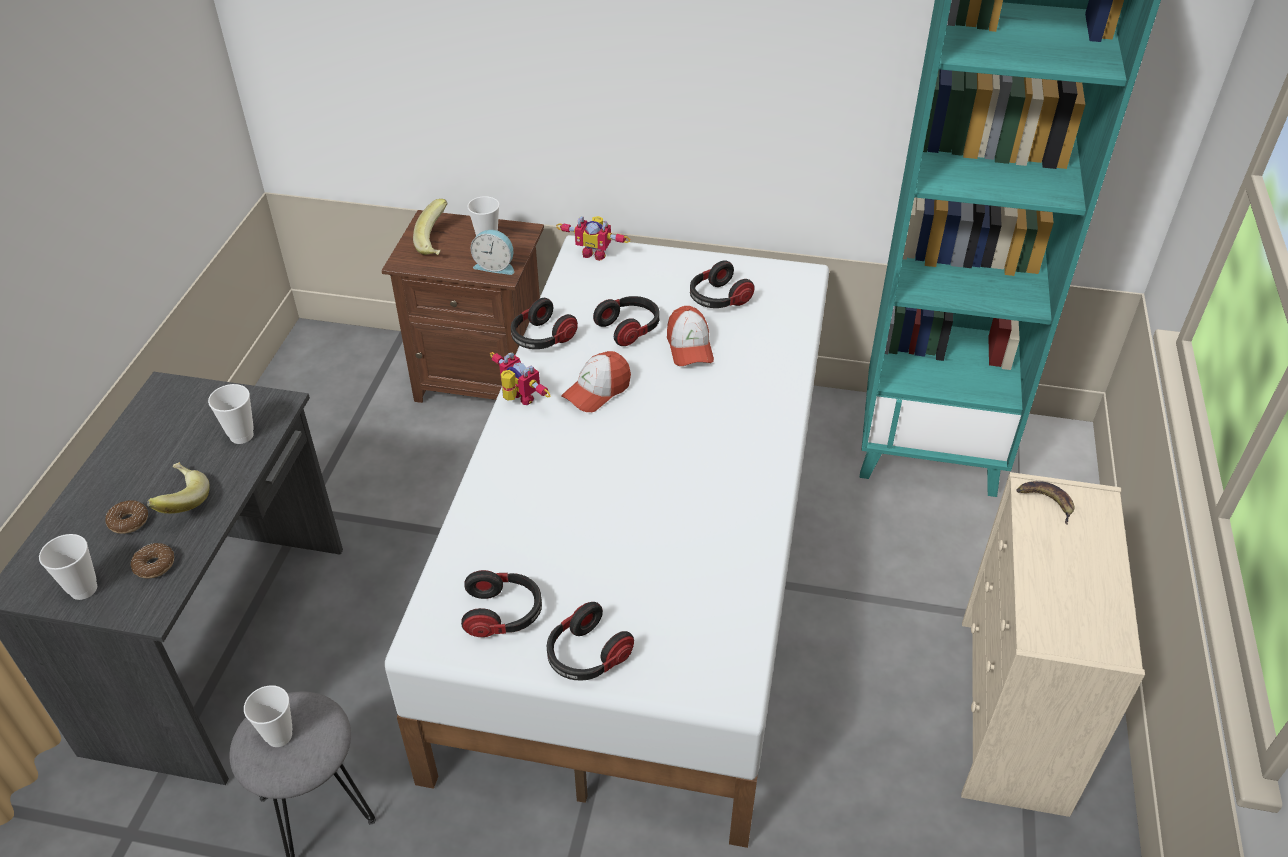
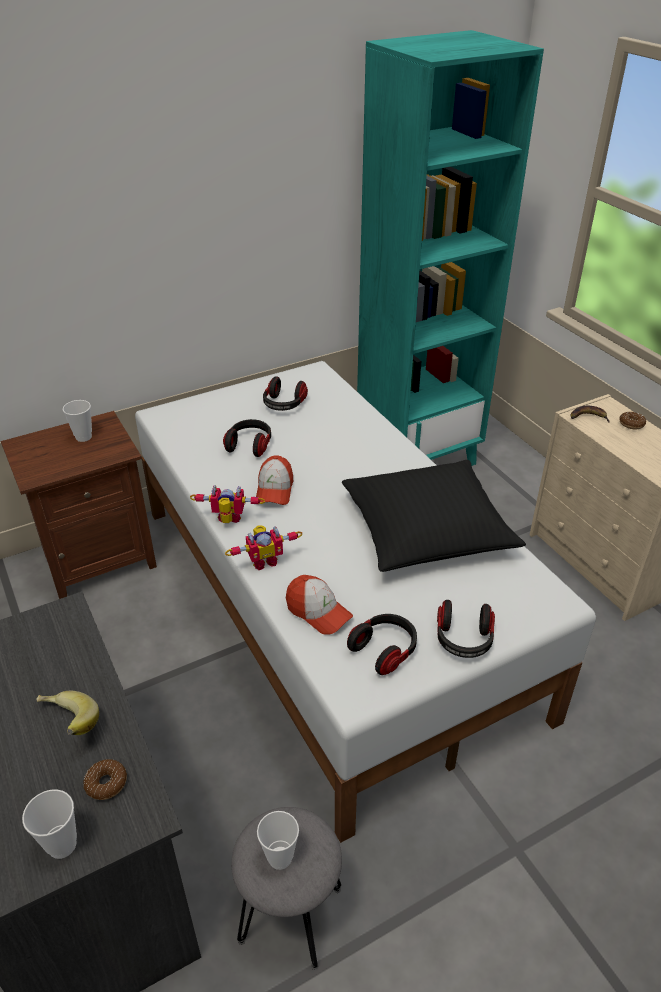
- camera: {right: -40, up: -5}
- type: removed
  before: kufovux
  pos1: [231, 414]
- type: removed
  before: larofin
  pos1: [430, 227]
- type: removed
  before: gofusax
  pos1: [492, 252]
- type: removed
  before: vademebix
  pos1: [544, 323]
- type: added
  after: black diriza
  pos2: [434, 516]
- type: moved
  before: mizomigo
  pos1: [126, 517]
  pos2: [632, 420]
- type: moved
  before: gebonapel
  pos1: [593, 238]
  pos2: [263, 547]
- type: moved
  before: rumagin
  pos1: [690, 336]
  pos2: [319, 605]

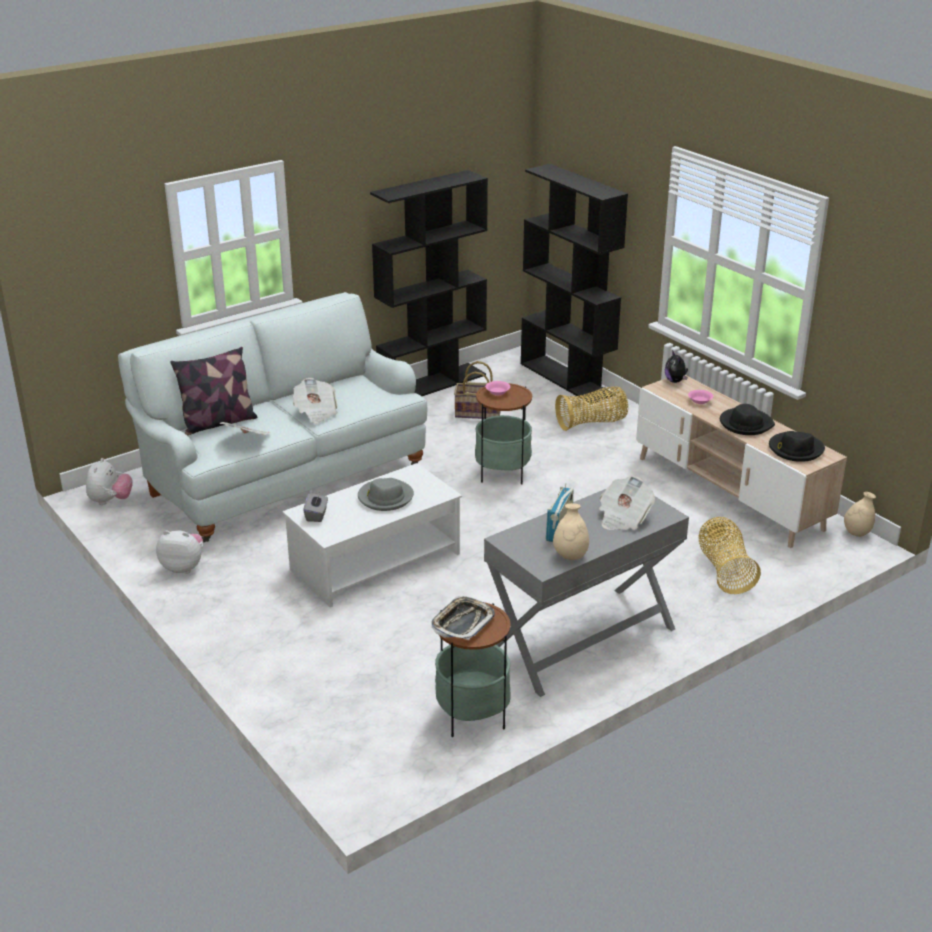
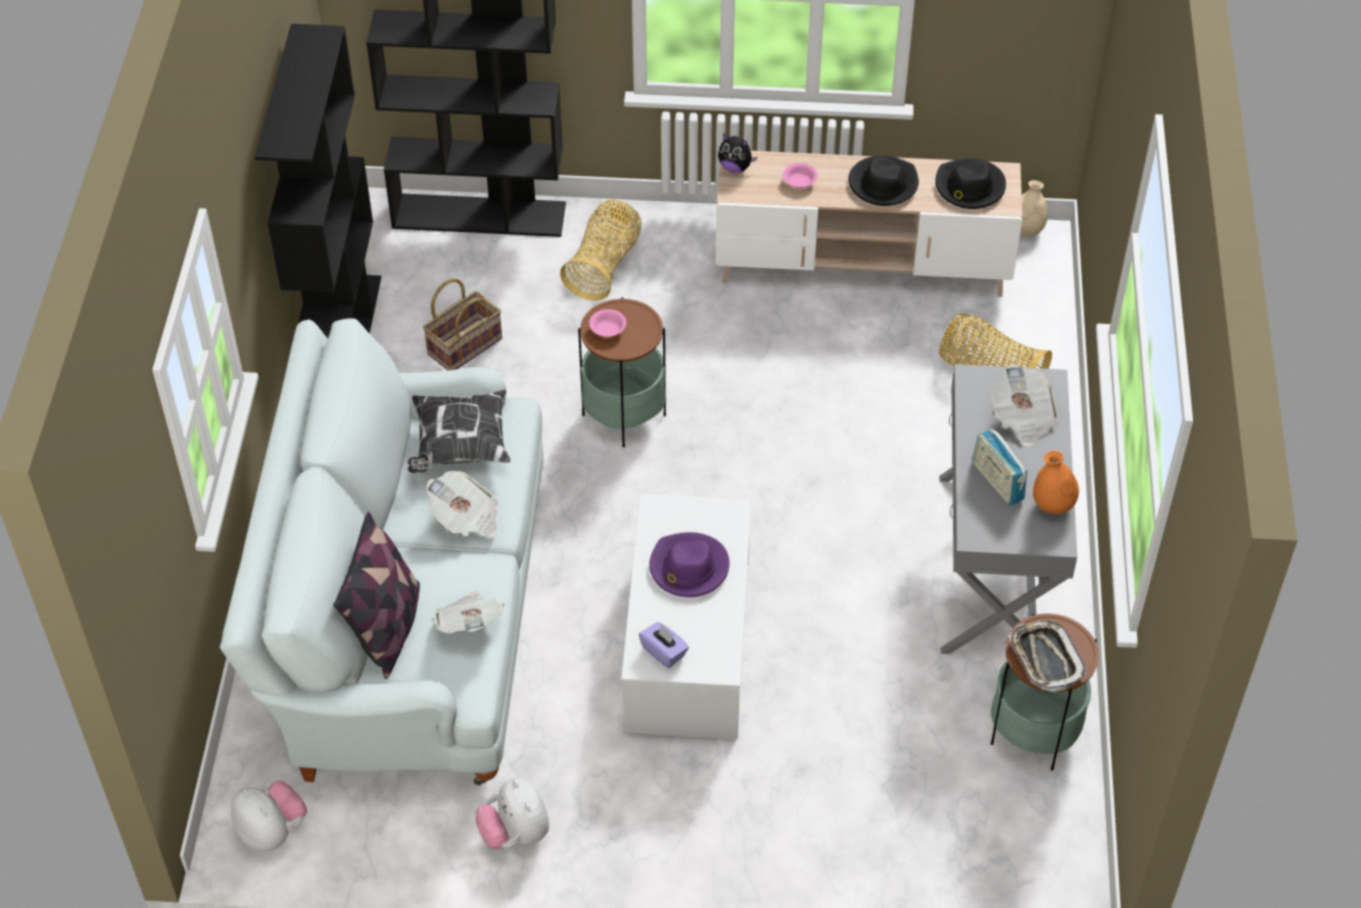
- camera: {right: -50, up: 20}
- type: added
  after: diriza
  pos2: [459, 431]
- type: recoloured
  before: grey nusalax
  after: purple nusalax
  pos1: [315, 507]
  pos2: [664, 645]
- type: recoloured
  before: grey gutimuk
  after: purple gutimuk
  pos1: [386, 494]
  pos2: [689, 564]
- type: recoloured
  before: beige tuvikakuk
  after: orange tuvikakuk
  pos1: [571, 531]
  pos2: [1056, 482]
- type: turned
  before: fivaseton
  pos1: [179, 552]
  pos2: [512, 813]
  turn: -75

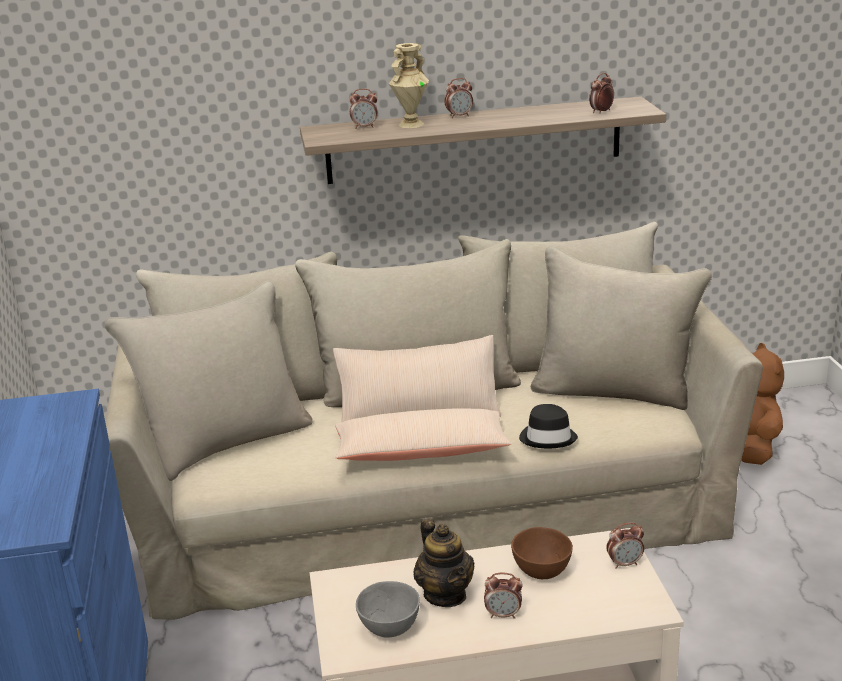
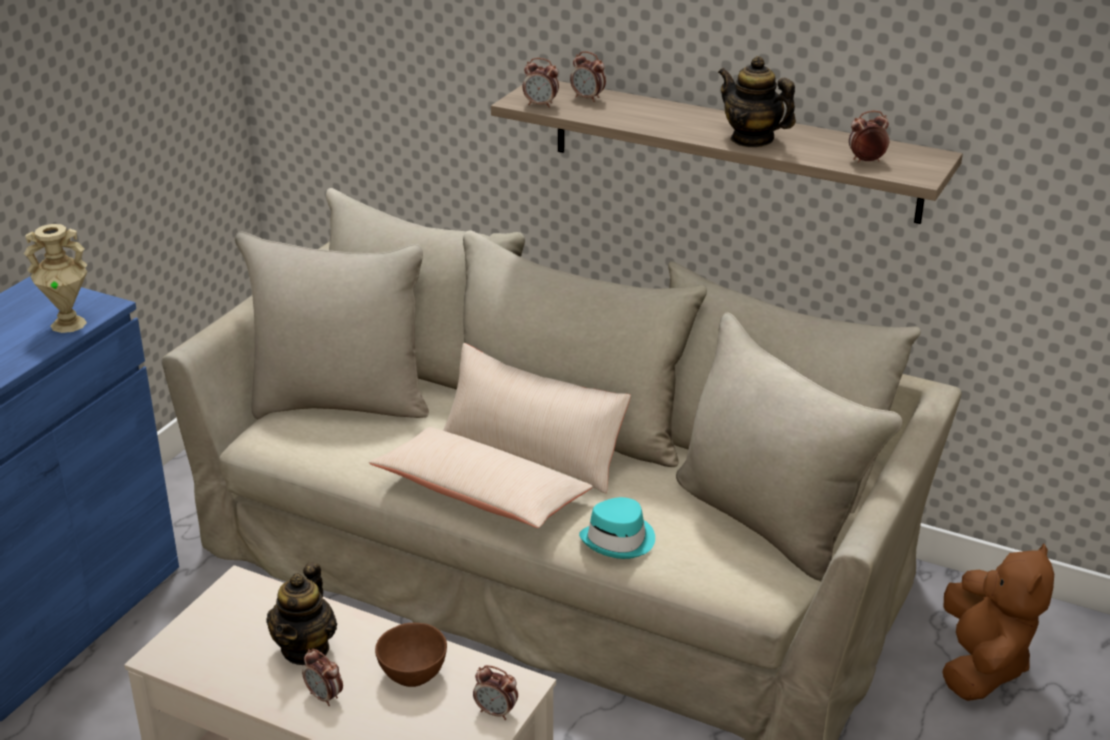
- camera: {right: 35, up: 5}
- type: removed
  before: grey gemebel
  pos1: [388, 609]
- type: added
  after: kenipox
  pos2: [757, 101]
- type: moved
  before: beige tuvikakuk
  pos1: [409, 85]
  pos2: [55, 278]
- type: moved
  before: gofusax
  pos1: [458, 98]
  pos2: [541, 83]
- type: recoloured
  before: black gutimuk
  after: turquoise gutimuk
  pos1: [548, 426]
  pos2: [617, 528]

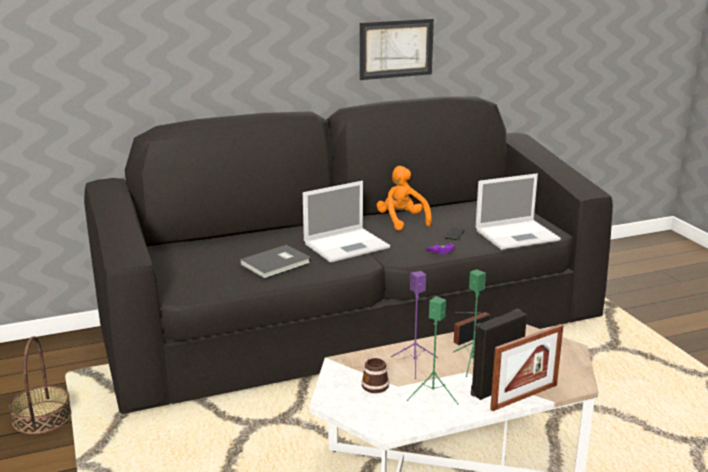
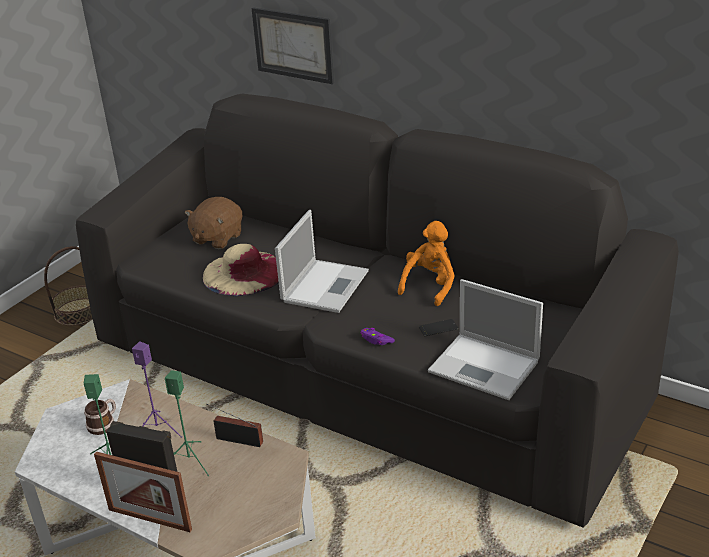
- camera: {right: 55, up: 10}
- type: added
  after: brown fivaseton
  pos2: [213, 223]
- type: moved
  before: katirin
  pos1: [397, 49]
  pos2: [292, 45]
- type: replaced
  before: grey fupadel
  after: beige gutimuk
  pos1: [275, 262]
  pos2: [241, 270]
- type: turned
  before: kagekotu
  pos1: [346, 222]
  pos2: [322, 261]
  turn: -90

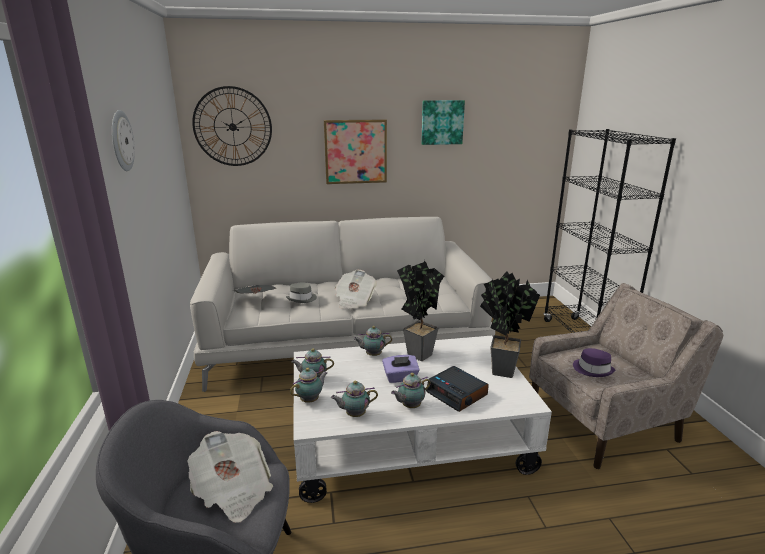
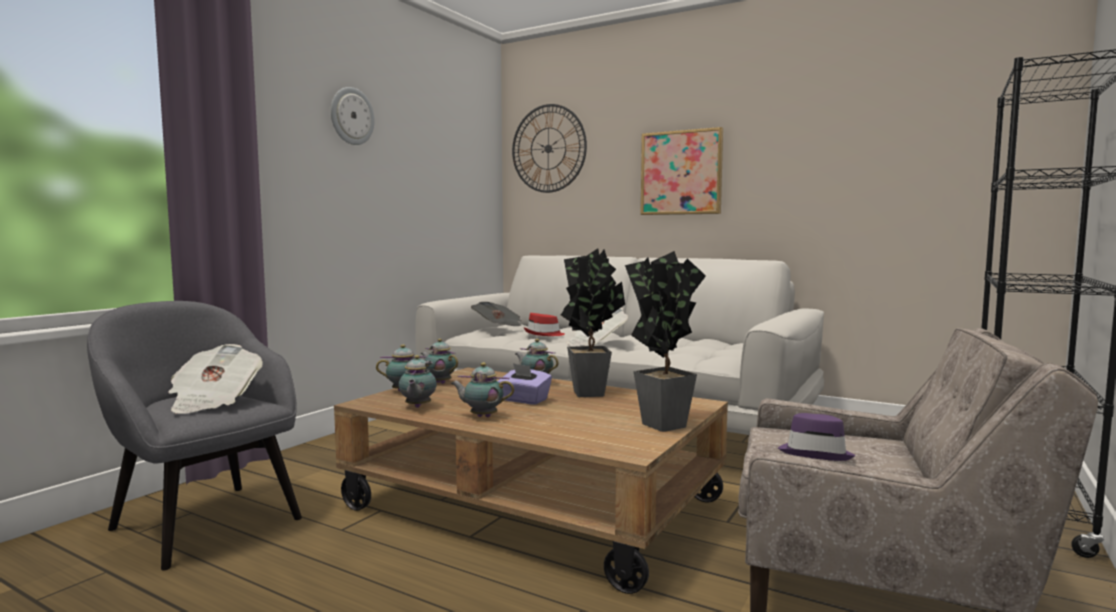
- camera: {right: 40, up: -15}
- type: removed
  before: katirin
  pos1: [443, 122]
- type: removed
  before: gofusax
  pos1: [457, 389]
- type: recoloured
  before: grey gutimuk
  after: red gutimuk
  pos1: [301, 292]
  pos2: [544, 324]
- type: recoloured
  before: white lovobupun
  after: brown lovobupun
  pos1: [423, 419]
  pos2: [531, 480]
- type: turned
  before: kenipox
  pos1: [354, 399]
  pos2: [418, 381]
  turn: -120

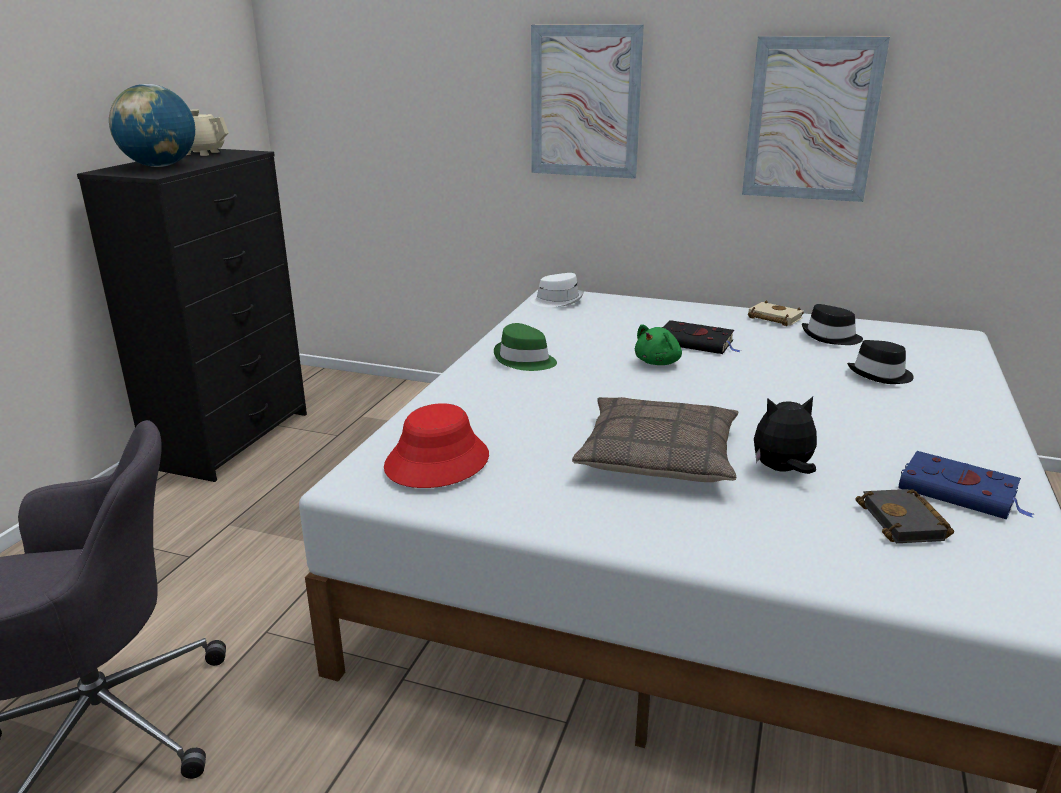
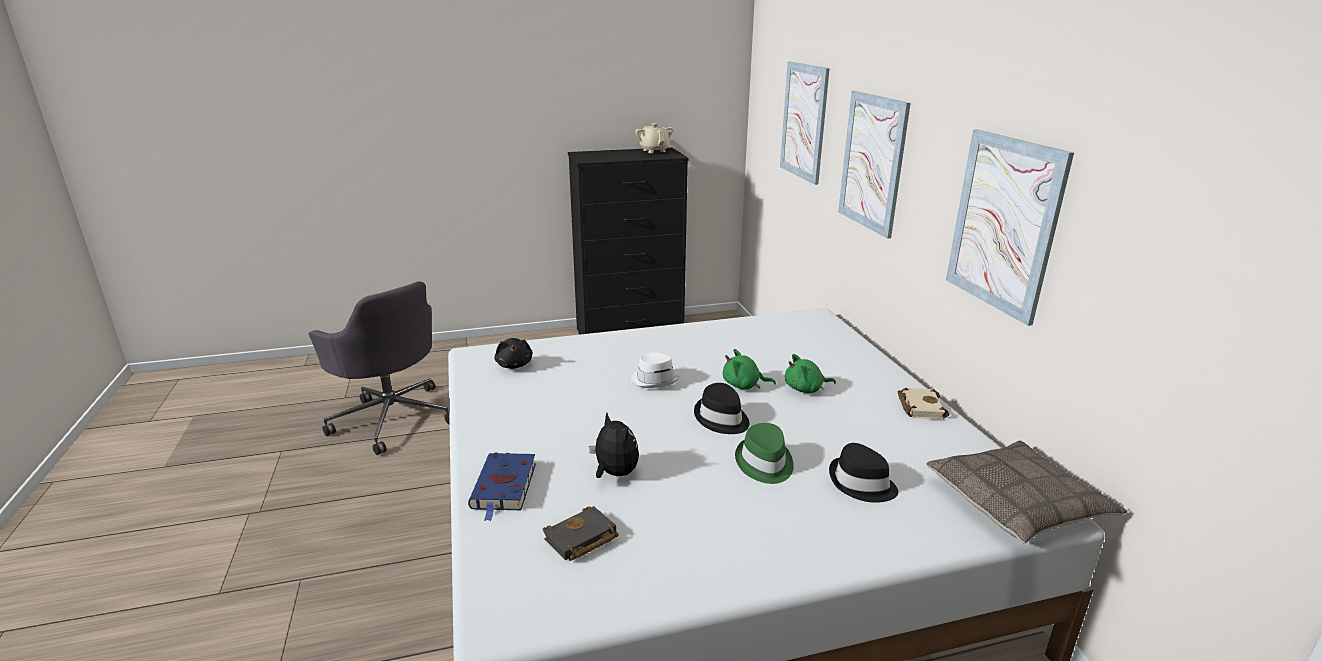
- camera: {right: 55, up: 0}
- type: removed
  before: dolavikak
  pos1: [152, 125]
- type: added
  after: katirin
  pos2: [805, 123]
- type: moved
  before: green gutimuk
  pos1: [525, 347]
  pos2: [764, 453]
- type: moved
  before: white gutimuk
  pos1: [557, 290]
  pos2: [655, 370]
- type: moved
  before: diriza
  pos1: [655, 439]
  pos2: [1027, 492]
- type: moved
  before: black gutimuk
  pos1: [832, 324]
  pos2: [721, 408]
- type: moved
  before: blue fupadel
  pos1: [966, 485]
  pos2: [502, 487]
- type: replaced
  before: red gutimuk
  after: black fivaseton
  pos1: [436, 445]
  pos2: [513, 353]
- type: replaced
  before: black fupadel
  after: green fivaseton
  pos1: [701, 337]
  pos2: [810, 373]

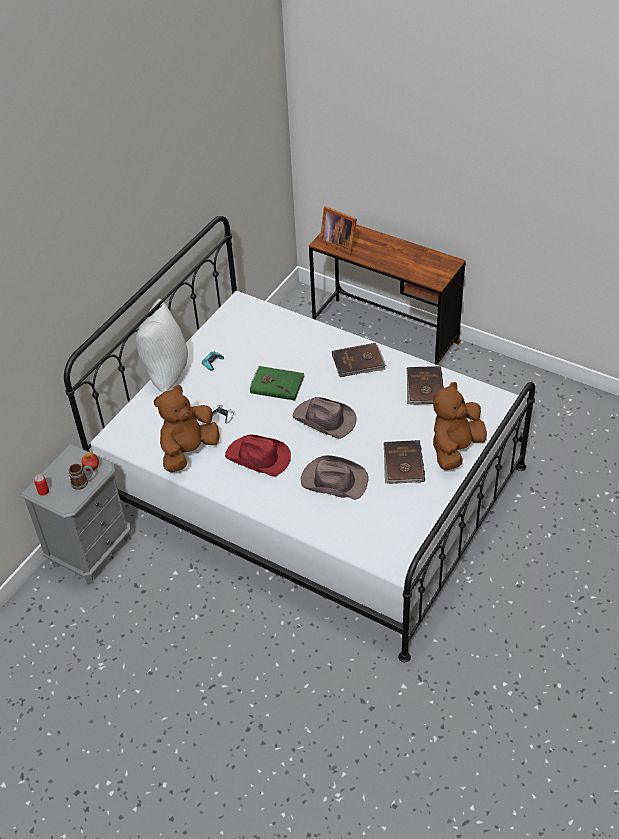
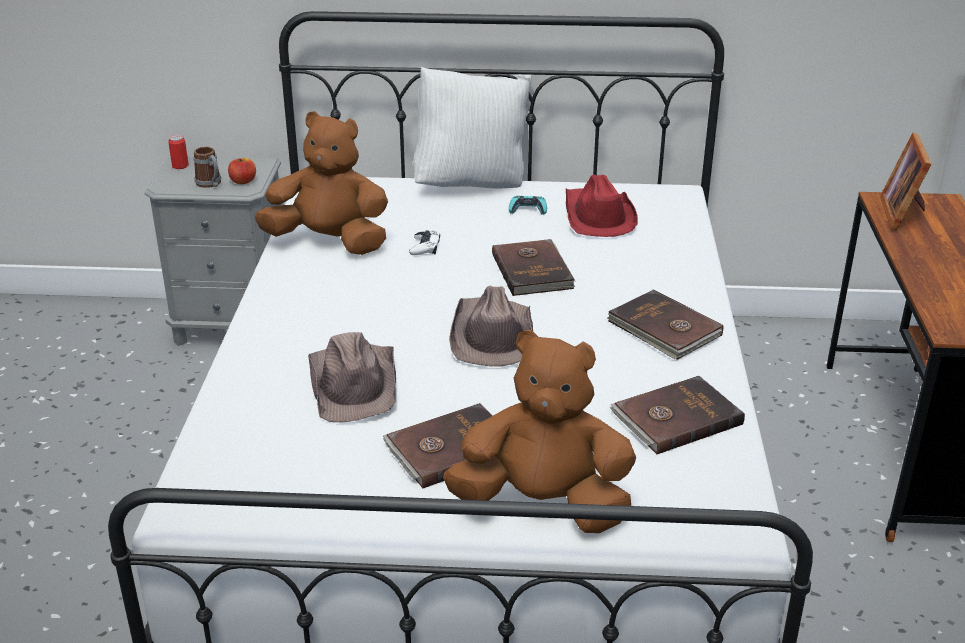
- camera: {right: 60, up: -15}
- type: moved
  before: red gutimuk
  pos1: [258, 455]
  pos2: [602, 205]
- type: recoloured
  before: green fupadel
  after: brown fupadel
  pos1: [277, 383]
  pos2: [533, 267]

